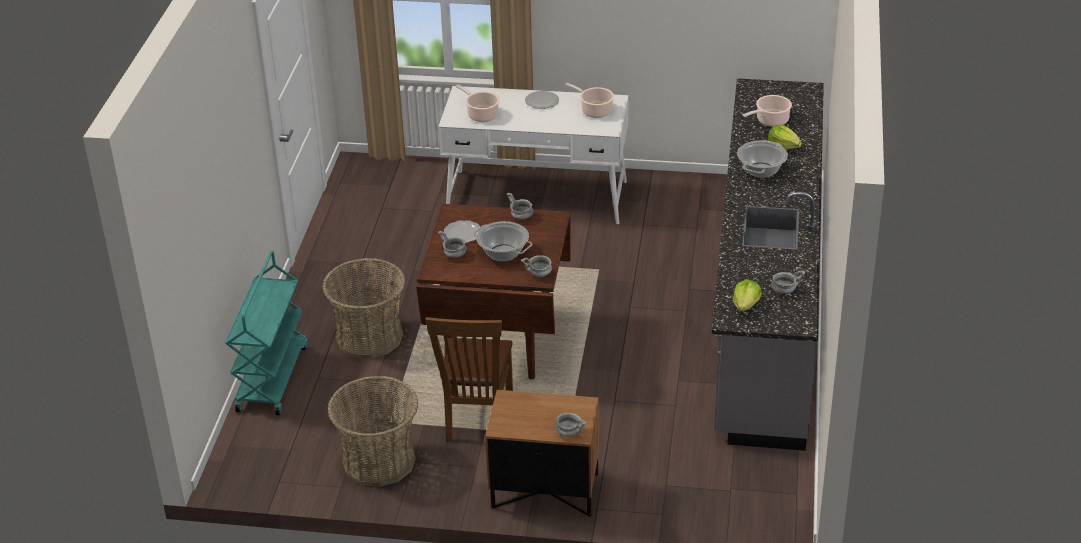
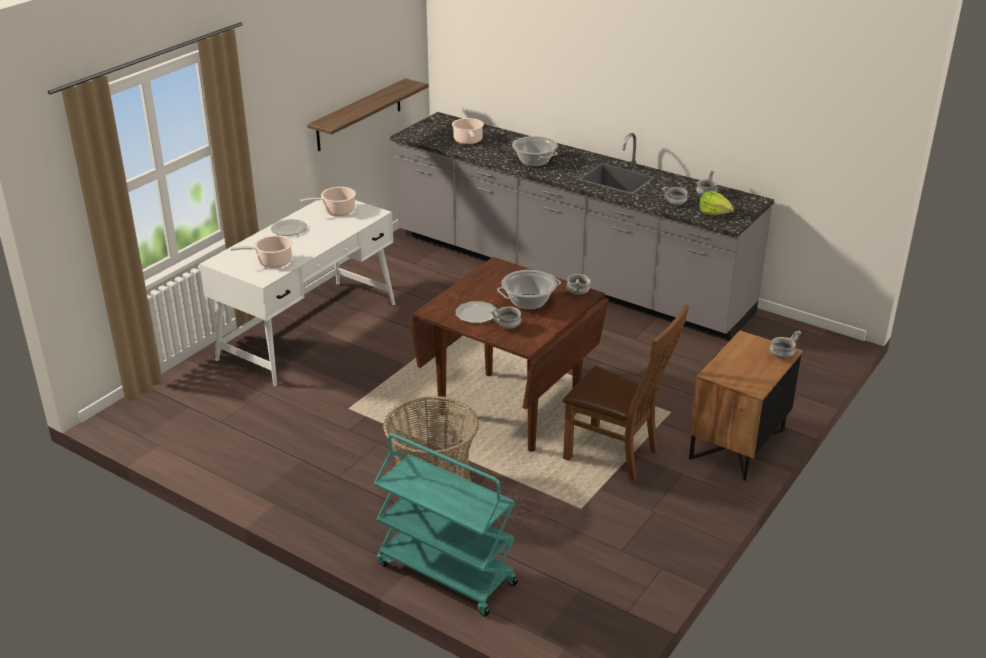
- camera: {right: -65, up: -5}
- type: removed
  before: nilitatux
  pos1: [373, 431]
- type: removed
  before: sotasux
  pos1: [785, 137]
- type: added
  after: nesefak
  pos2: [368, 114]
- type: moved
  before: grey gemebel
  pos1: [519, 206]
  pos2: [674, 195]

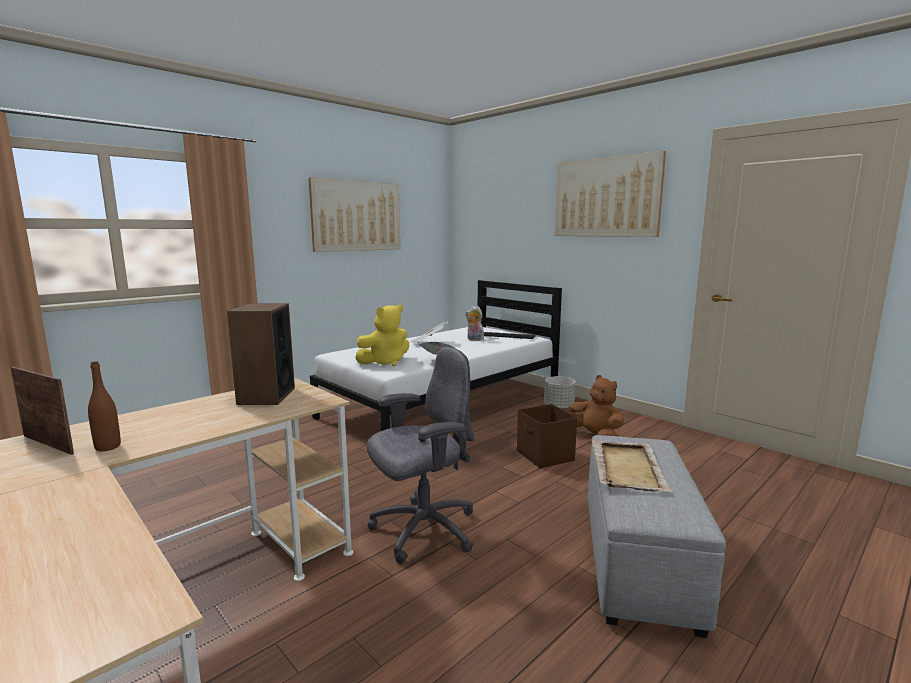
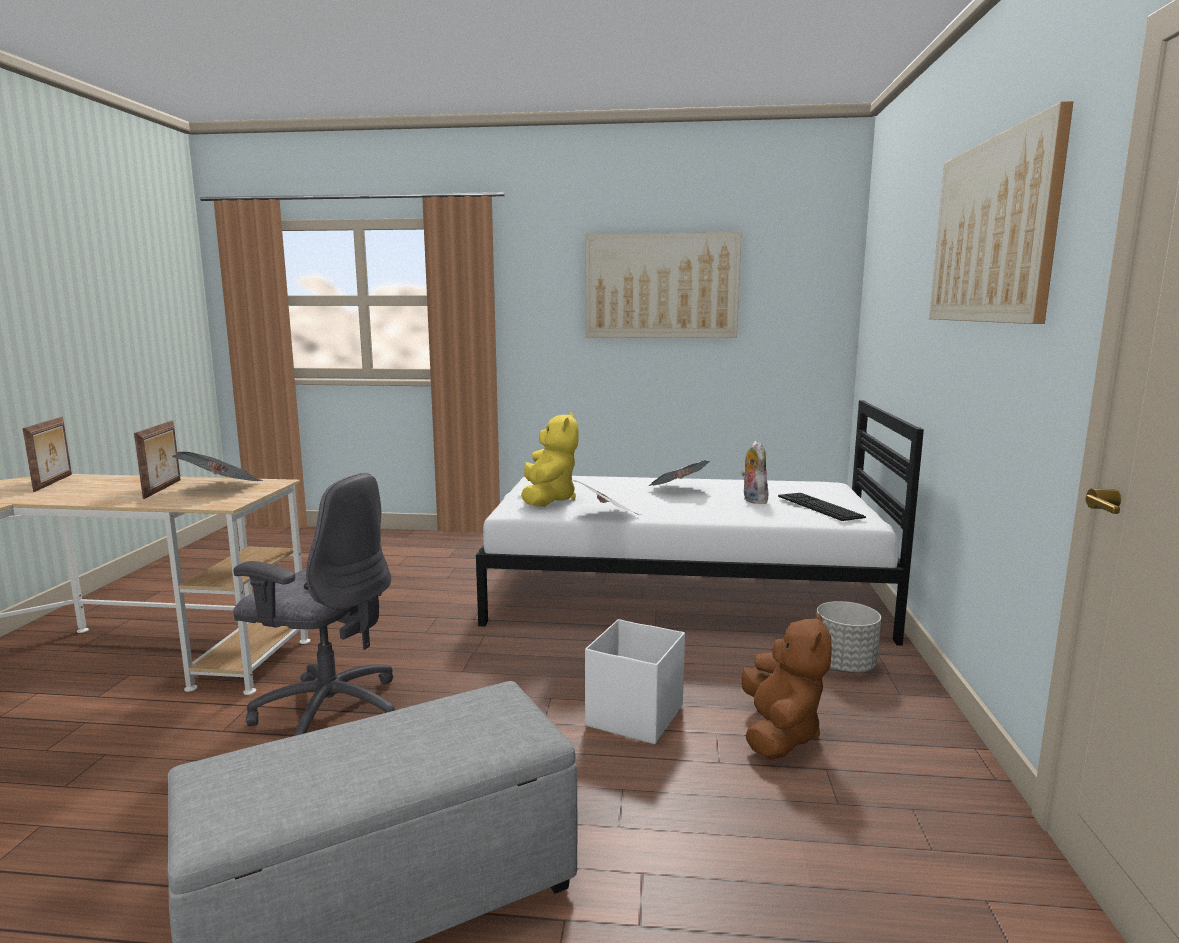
- camera: {right: 50, up: 0}
- type: removed
  before: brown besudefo
  pos1: [104, 406]
- type: removed
  before: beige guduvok
  pos1: [632, 465]
- type: added
  after: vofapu
  pos2: [157, 459]
- type: replaced
  before: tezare
  after: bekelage
  pos1: [261, 354]
  pos2: [217, 466]
- type: recoloured
  before: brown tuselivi
  after: white tuselivi
  pos1: [547, 436]
  pos2: [635, 681]
- type: turned
  before: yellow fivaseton
  pos1: [382, 335]
  pos2: [550, 459]
  turn: -105

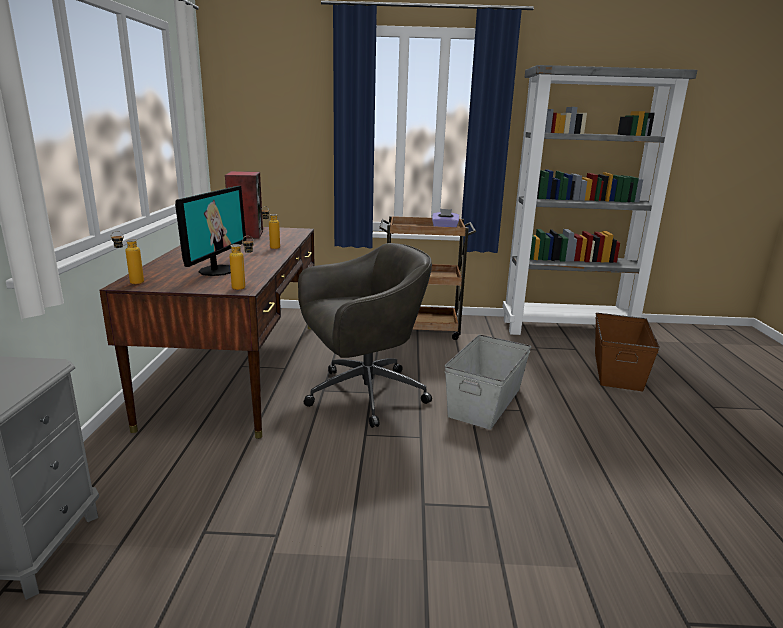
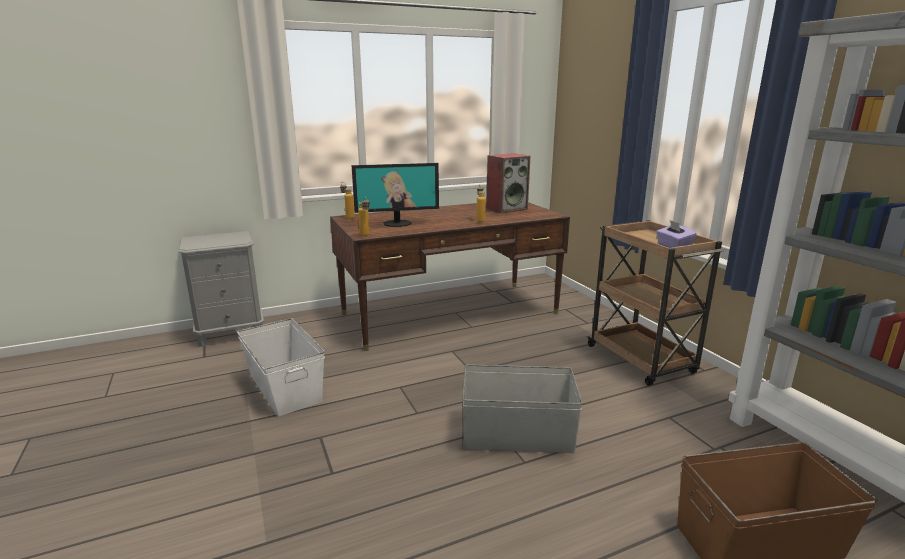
- camera: {right: 65, up: 0}
- type: removed
  before: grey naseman
  pos1: [365, 335]
- type: added
  after: white tuselivi
  pos2: [281, 367]

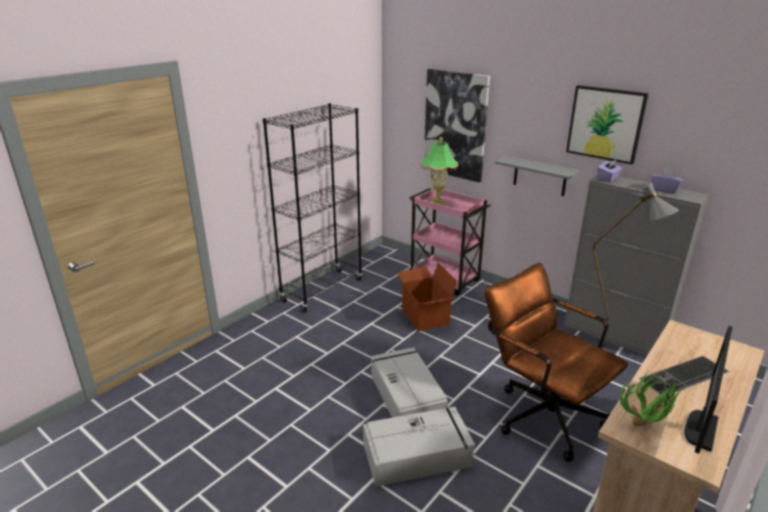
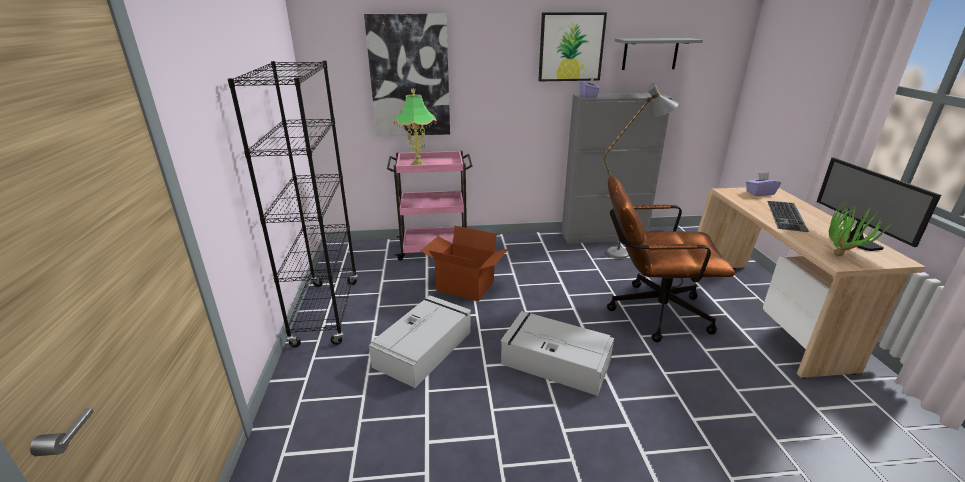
- camera: {right: -45, up: 0}
- type: moved
  before: grey tuselivi
  pos1: [419, 447]
  pos2: [420, 341]
- type: moved
  before: grey nesefak
  pos1: [537, 175]
  pos2: [659, 54]
- type: moved
  before: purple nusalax
  pos1: [667, 180]
  pos2: [763, 184]

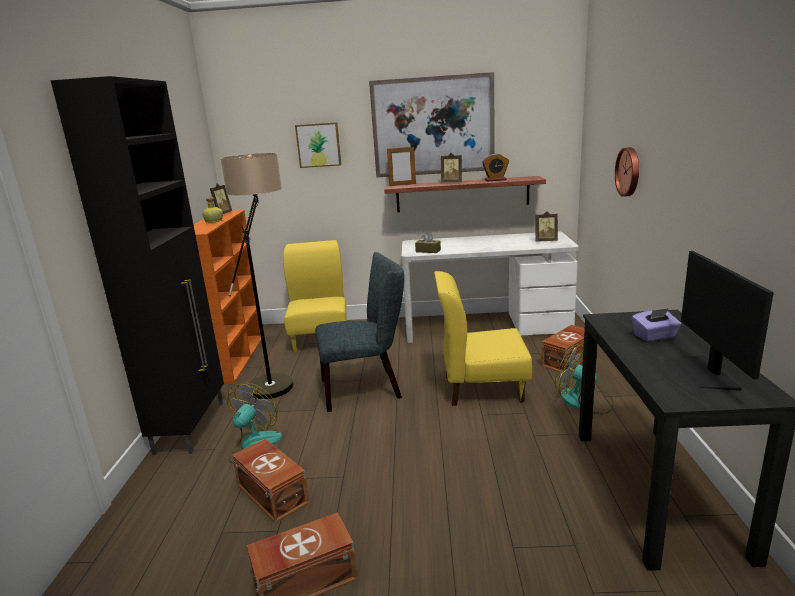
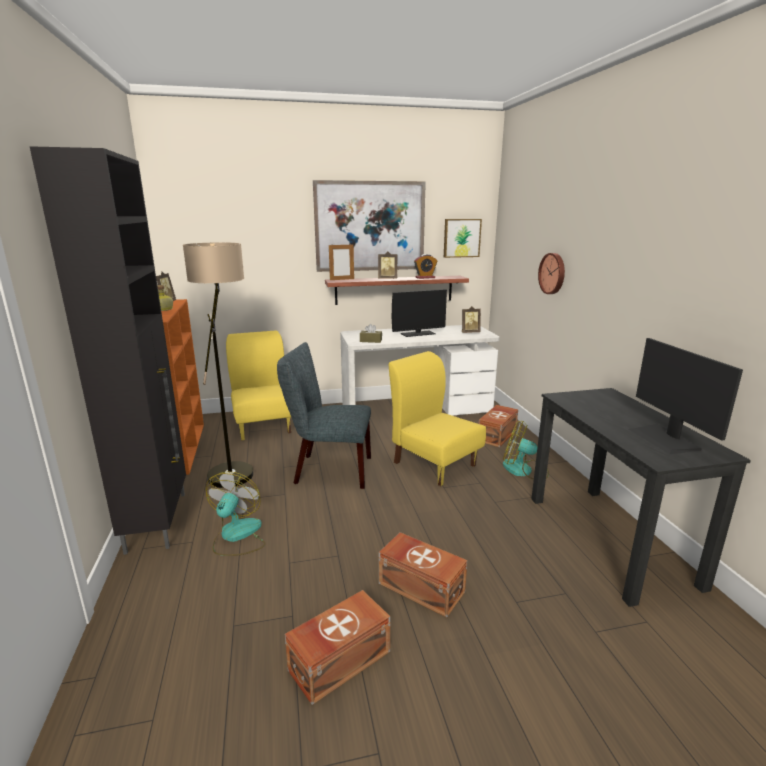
- camera: {right: -15, up: 0}
- type: removed
  before: purple nusalax
  pos1: [657, 325]
- type: added
  after: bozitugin
  pos2: [419, 313]
- type: moved
  before: brown tuselivi
  pos1: [271, 481]
  pos2: [423, 574]
- type: moved
  before: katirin
  pos1: [318, 145]
  pos2: [463, 238]
- type: turned
  before: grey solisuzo
  pos1: [359, 332]
  pos2: [324, 415]
  turn: -150
- type: turned
  before: yellow solisuzo
  pos1: [483, 338]
  pos2: [437, 418]
  turn: 60

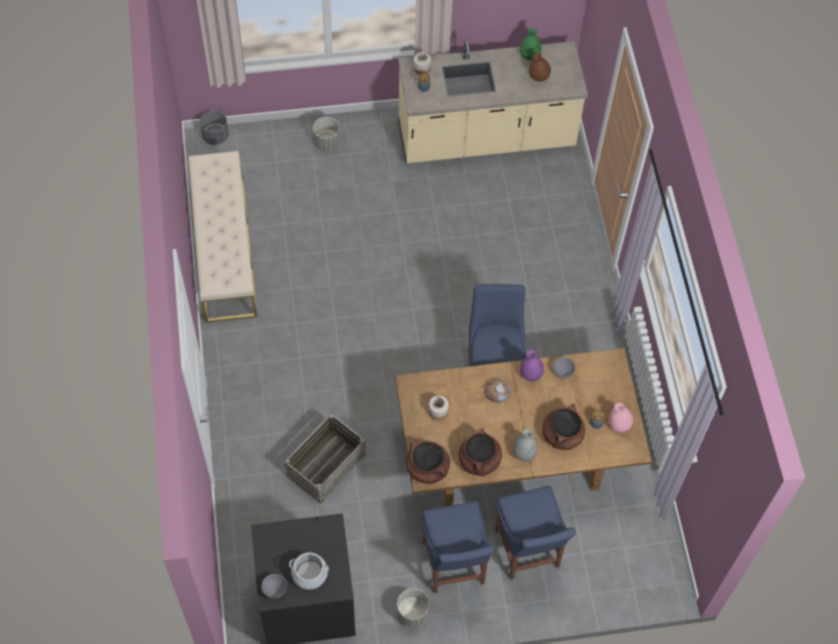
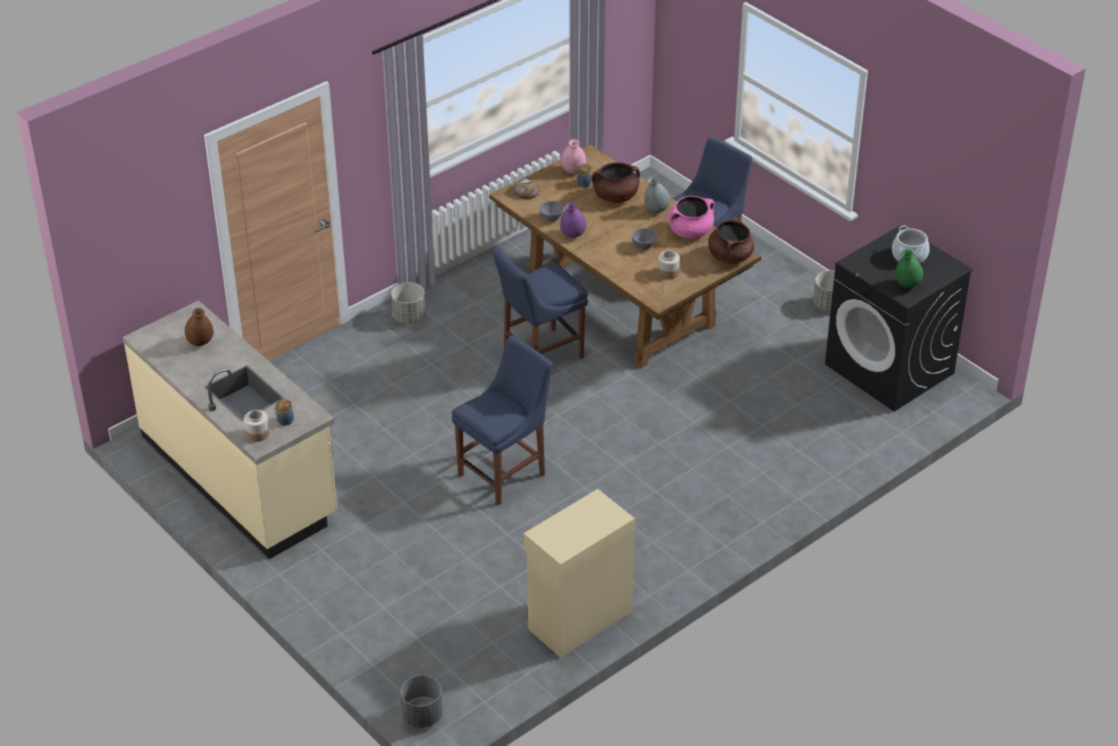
- camera: {right: -120, up: -20}
- type: removed
  before: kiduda
  pos1: [325, 458]
- type: moved
  before: grey gemebel
  pos1: [274, 586]
  pos2: [644, 239]
- type: moved
  before: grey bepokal
  pos1: [326, 134]
  pos2: [408, 303]
- type: moved
  before: blue solisuzo
  pos1: [457, 547]
  pos2: [502, 421]
- type: moved
  before: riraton
  pos1: [498, 390]
  pos2: [526, 188]
- type: moved
  before: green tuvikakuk
  pos1: [530, 45]
  pos2: [909, 269]
- type: replaced
  before: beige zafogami
  after: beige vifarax
  pos1: [222, 237]
  pos2: [579, 573]
- type: recoloured
  before: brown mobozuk
  after: pink mobozuk
  pos1: [480, 452]
  pos2: [691, 217]

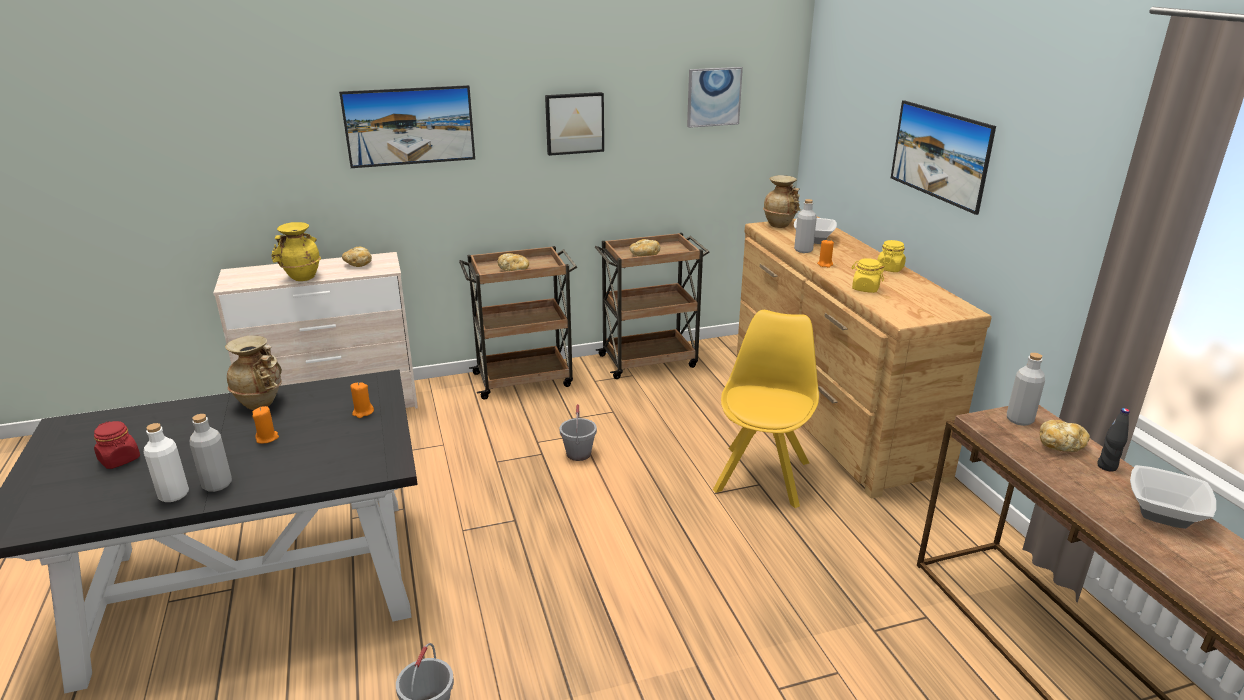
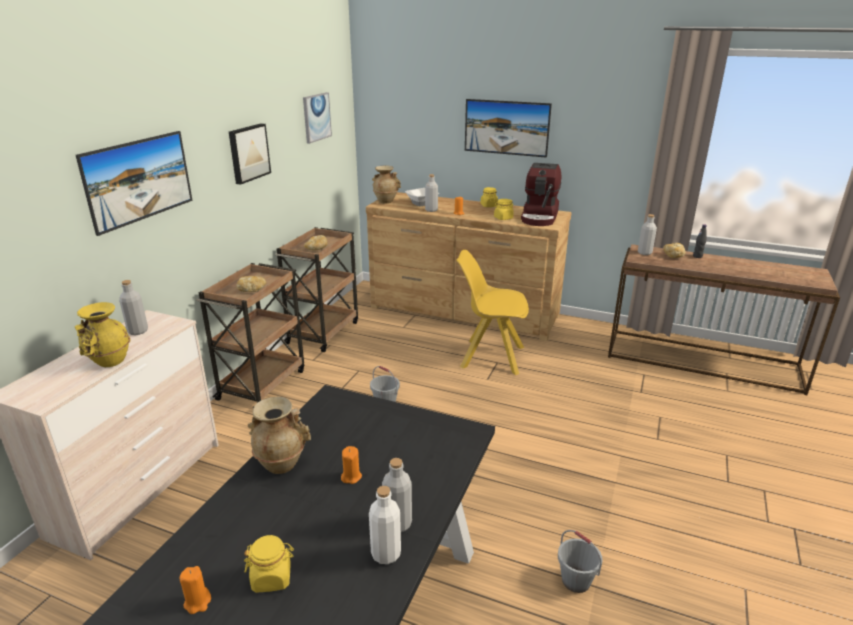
- camera: {right: -50, up: 0}
- type: removed
  before: gemebel
  pos1: [1173, 497]
- type: added
  after: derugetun
  pos2: [541, 194]
- type: moved
  before: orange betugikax
  pos1: [362, 400]
  pos2: [195, 590]
- type: replaced
  before: riraton
  after: grey besudefo
  pos1: [357, 257]
  pos2: [133, 307]
- type: recoloured
  before: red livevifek
  after: yellow livevifek
  pos1: [117, 445]
  pos2: [269, 564]
- type: turned
  before: yellow solisuzo
  pos1: [766, 409]
  pos2: [492, 312]
  turn: -45

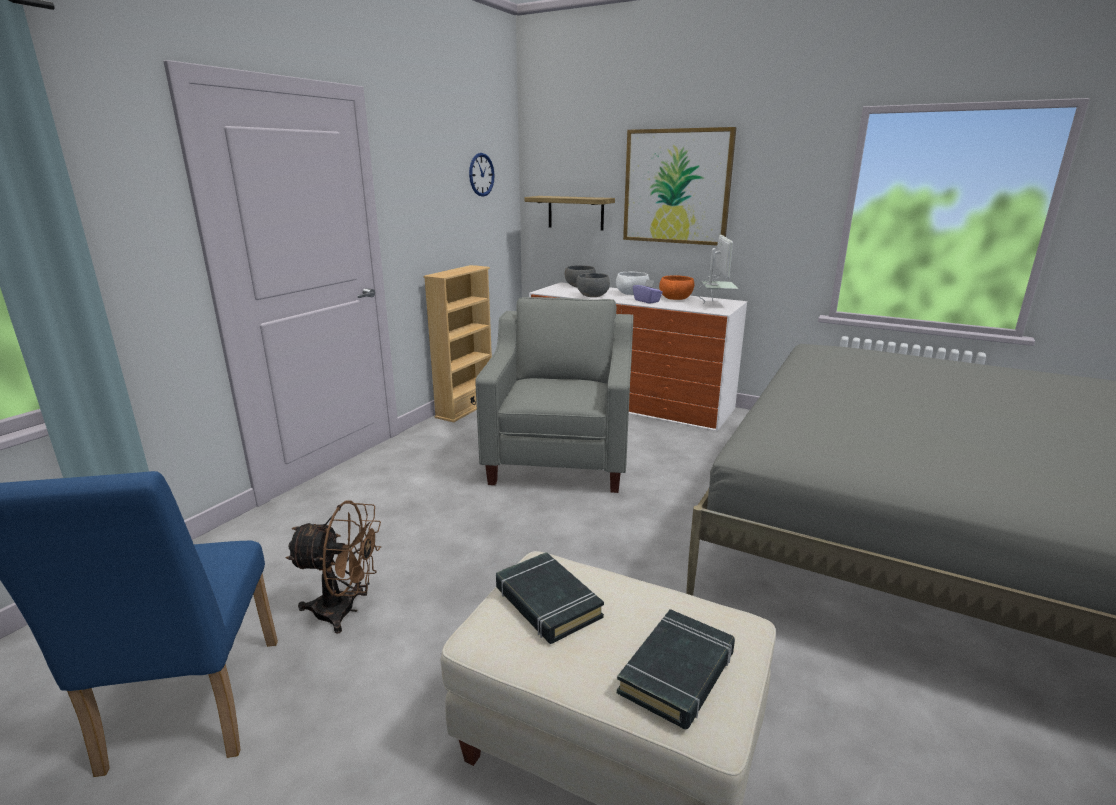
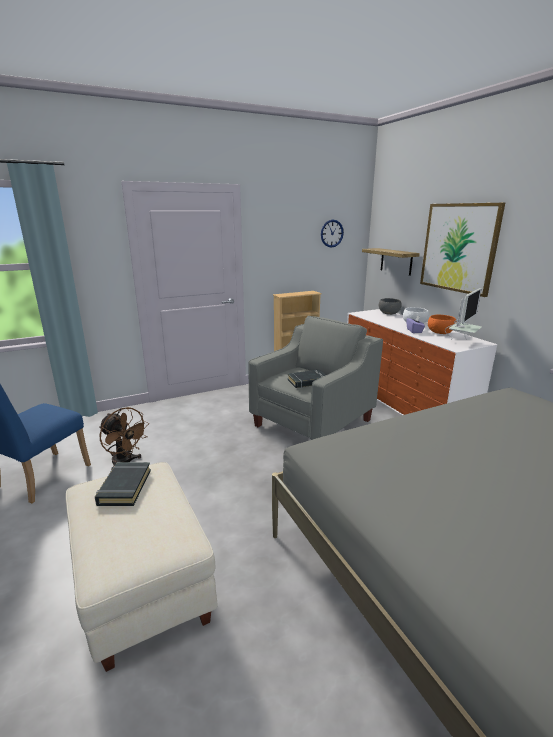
- camera: {right: 35, up: 0}
- type: removed
  before: grey gemebel
  pos1: [593, 285]
- type: moved
  before: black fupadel
  pos1: [676, 669]
  pos2: [307, 378]

